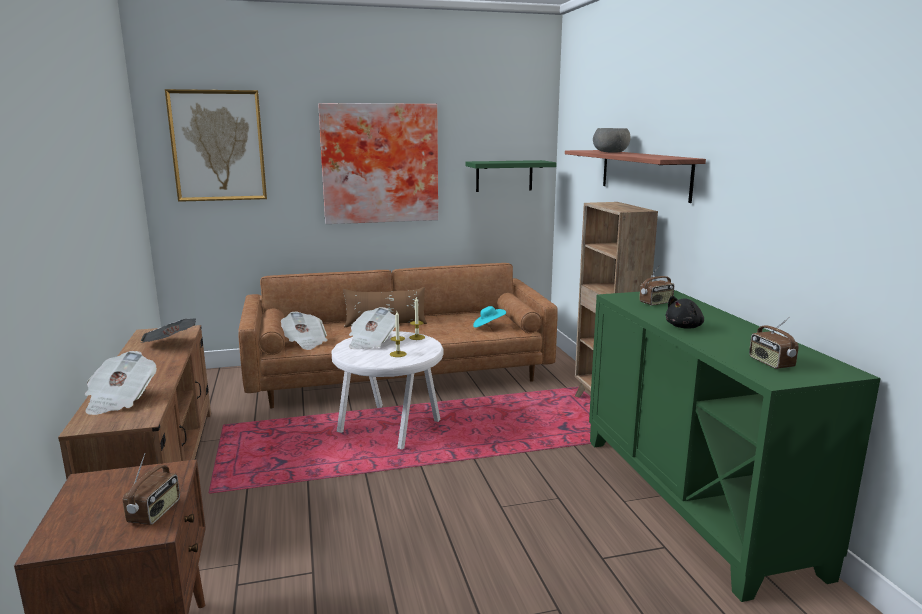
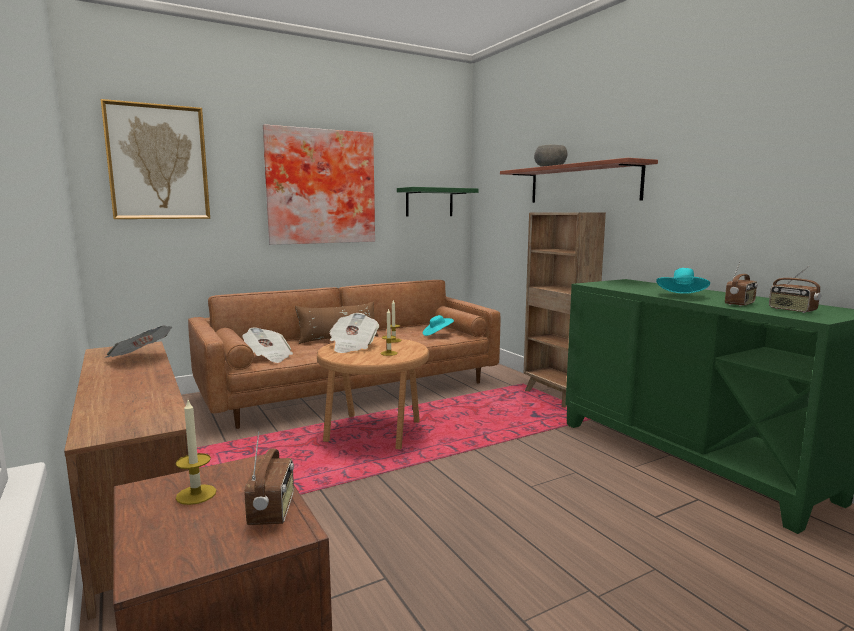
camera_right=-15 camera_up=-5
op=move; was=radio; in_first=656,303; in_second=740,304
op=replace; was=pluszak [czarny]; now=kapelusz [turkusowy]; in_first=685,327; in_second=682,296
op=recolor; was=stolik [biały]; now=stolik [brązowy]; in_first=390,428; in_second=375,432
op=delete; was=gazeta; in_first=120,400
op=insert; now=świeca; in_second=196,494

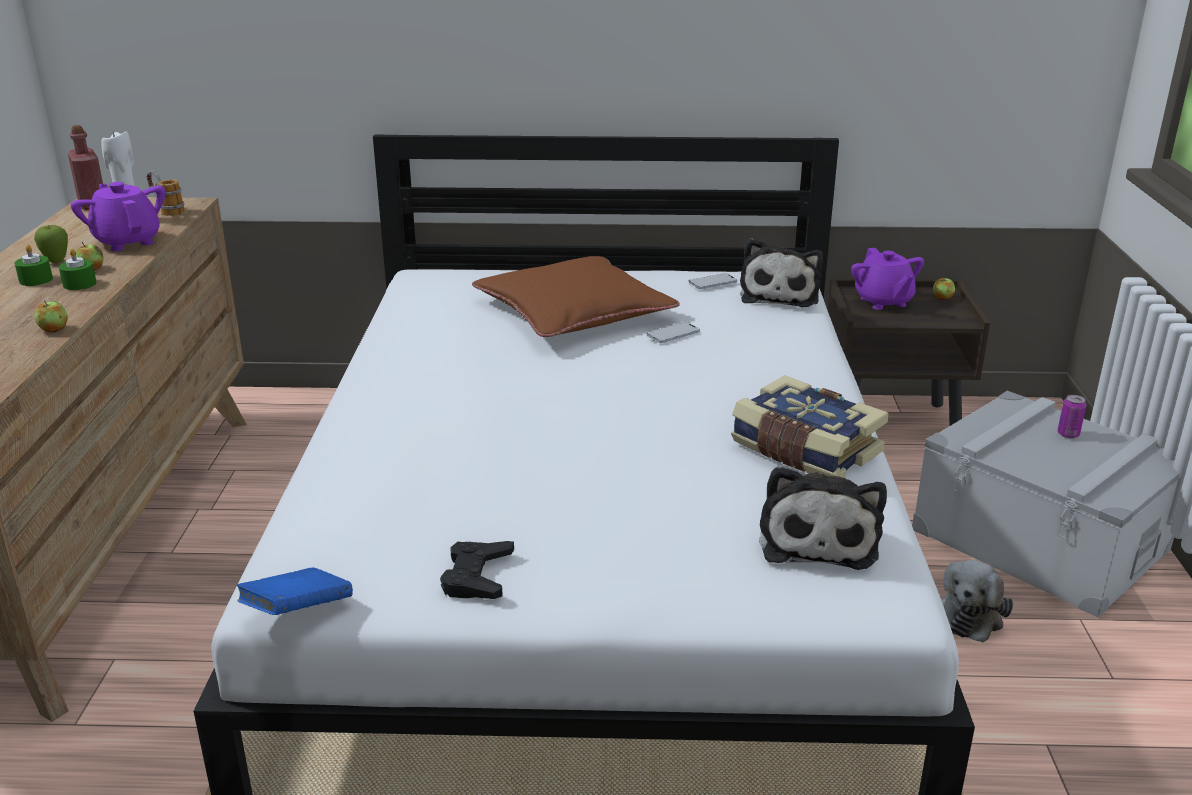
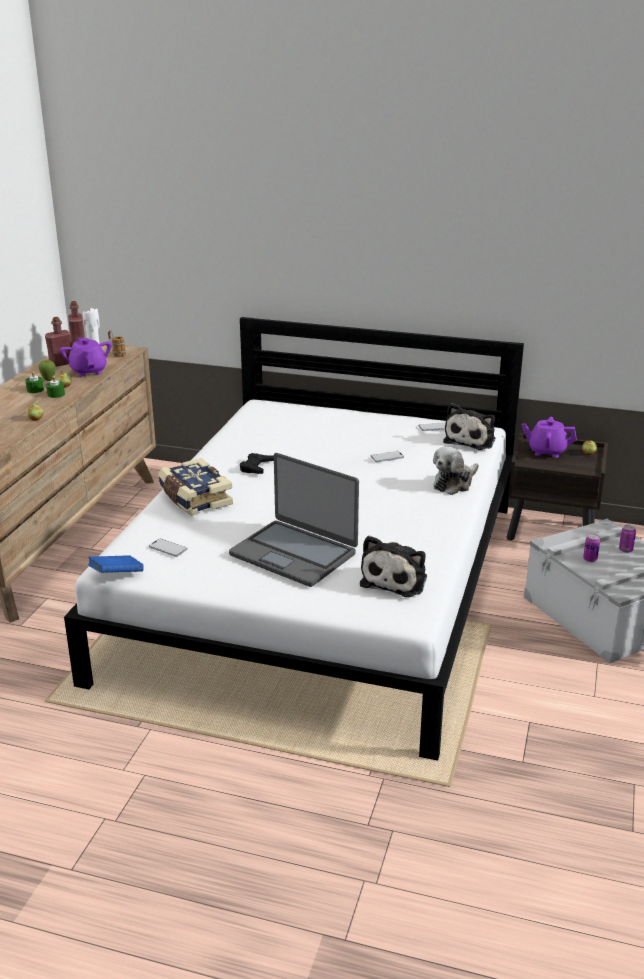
camera_right=15 camera_up=0
op=rotate; was=imbryk [fioletowy]; in_first=883,301; in_second=546,451; clockwise=105
op=delete; was=poduszka [brązowy]; in_first=574,312
op=move; was=książka; in_first=804,451; in_second=194,499
op=move; was=pad do gier [czarny]; in_first=477,577; in_second=256,467
op=move; was=pluszak; in_first=970,614; in_second=454,483
op=insert; now=butelka [czerwony]; in_second=61,363
op=insert; now=laptop; in_second=294,553
op=insert; now=puszka; in_second=590,559
op=insert; now=telefon; in_second=168,548

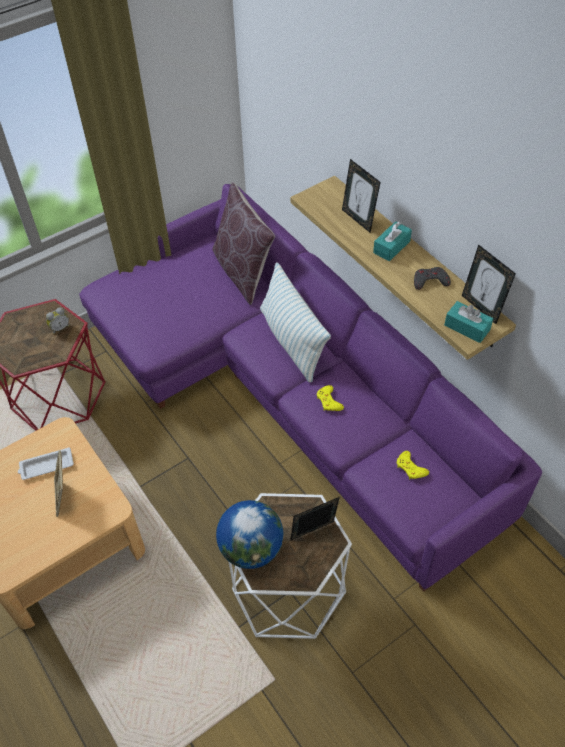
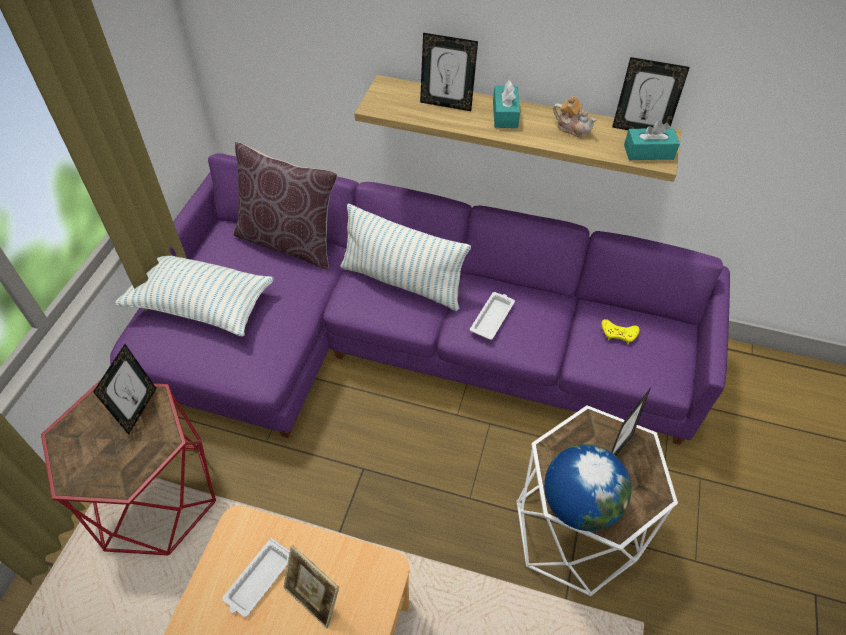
camera_right=-40 camera_up=0
op=replace; was=pad do gier [szary]; now=imbryk; in_first=430,281; in_second=572,128
op=replace; was=budzik; now=ramka na zdjęcie; in_first=60,328; in_second=138,409
op=replace; was=pad do gier [żółty]; now=taca [biały]; in_first=329,401; in_second=492,317
op=insert; now=poduszka; in_second=201,304

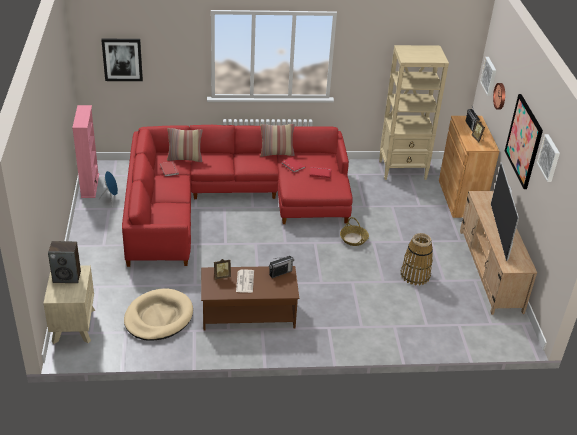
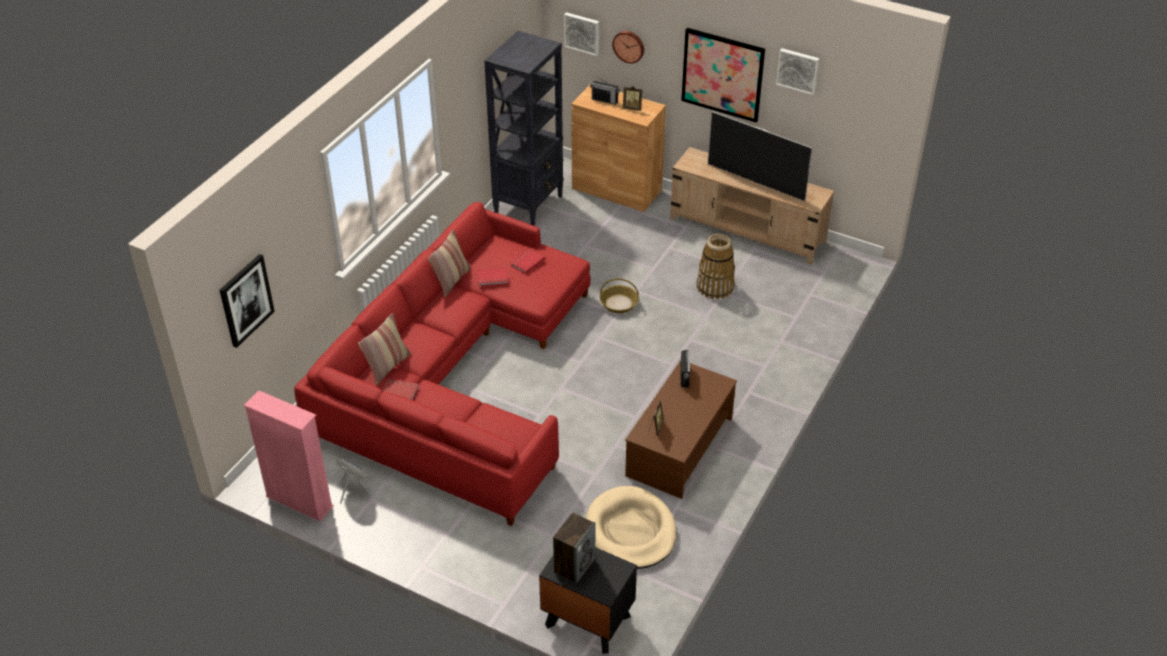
camera_right=-55 camera_up=5
op=recolor; was=regał [beżowy]; now=regał [czarny]; in_first=403,170; in_second=529,205
op=recolor; was=szafka nocna [beżowy]; now=szafka nocna [czarny]; in_first=73,325; in_second=587,620
op=delete; was=gazeta; in_first=244,281

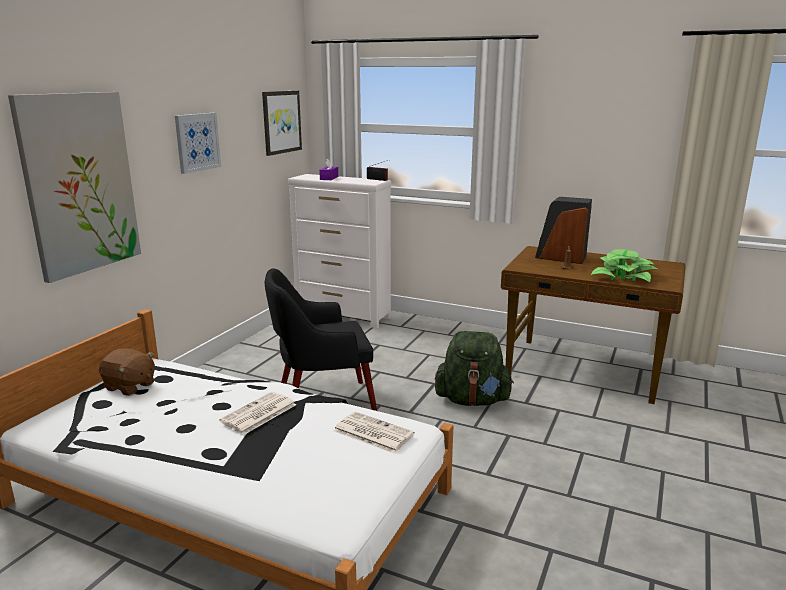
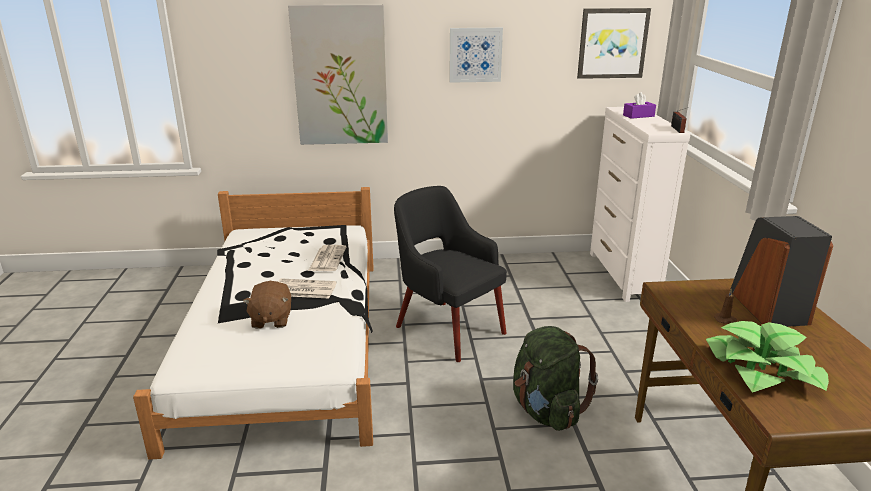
camera_right=60 camera_up=5
op=move; was=pluszak [brązowy]; in_first=130,386; in_second=271,320
op=move; was=gazeta; in_first=372,433; in_second=327,258

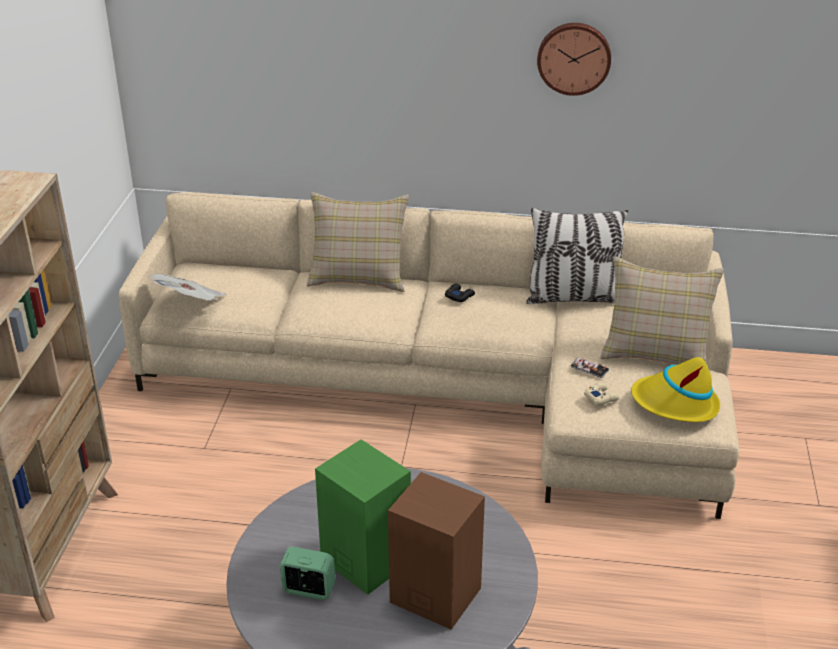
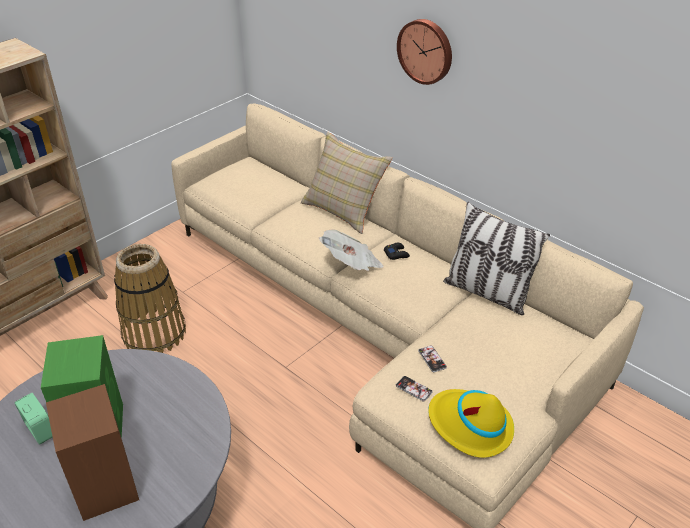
camera_right=35 camera_up=5
op=move; was=zegar ścienny; in_first=574,57; in_second=426,51
op=delete; was=poduszka [beżowy]; in_first=656,351
op=move; was=gazeta; in_first=191,303; in_second=351,264
op=replace; was=pad do gier [beżowy]; now=telefon; in_first=601,397; in_second=413,389
op=insert; now=koszyk; in_second=155,333

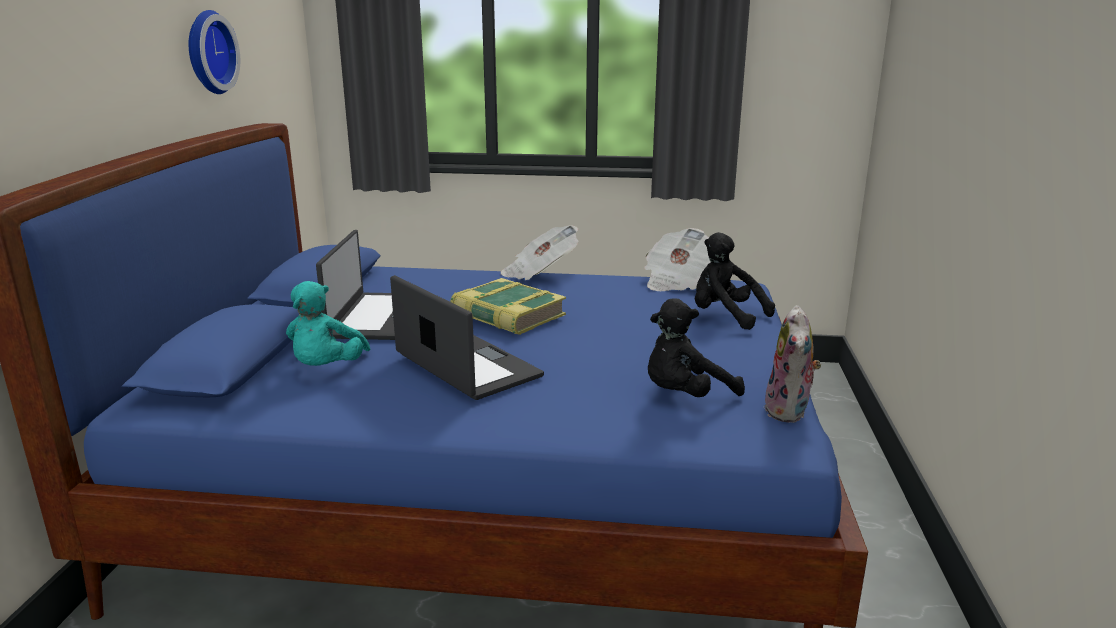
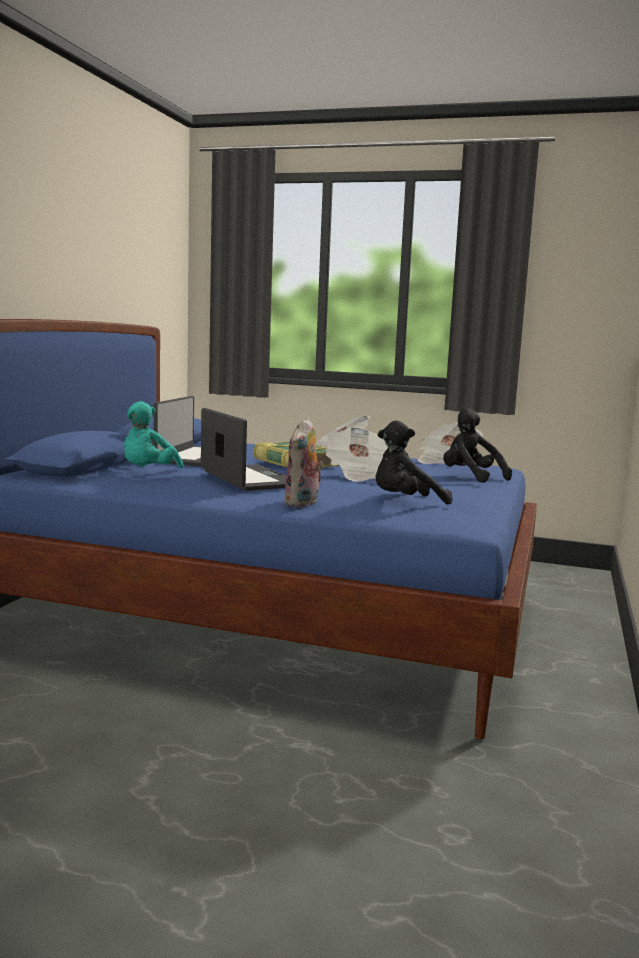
camera_right=10 camera_up=-10
op=delete; was=zegar ścienny; in_first=207,52
op=move; was=pluszak; in_first=789,411; in_second=303,503
op=insert; now=gazeta; in_second=359,474

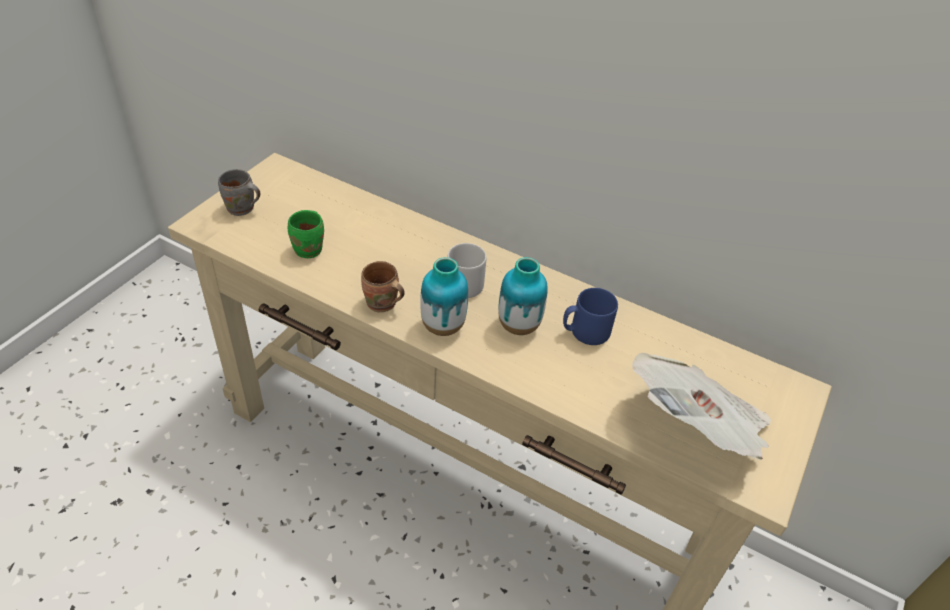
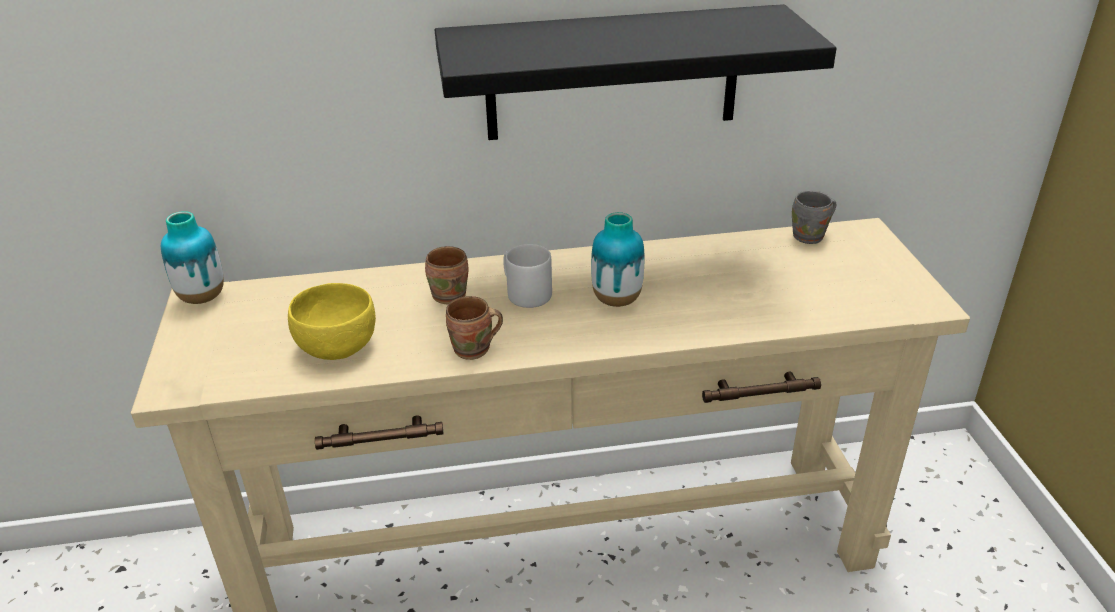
camera_right=-35 camera_up=-10
op=move; was=kubek [szary]; in_first=241,210; in_second=811,237
op=replace; was=kubek [zielony]; now=miska [żółty]; in_first=310,249; in_second=336,345
op=move; was=wazon; in_first=443,326; in_second=202,297
op=delete; was=kubek [niebieski]; in_first=585,332
op=delete; was=gazeta; in_first=697,428
op=insert; now=półka [czarny]; in_second=612,73
op=insert; now=kubek [brązowy]; in_second=451,295

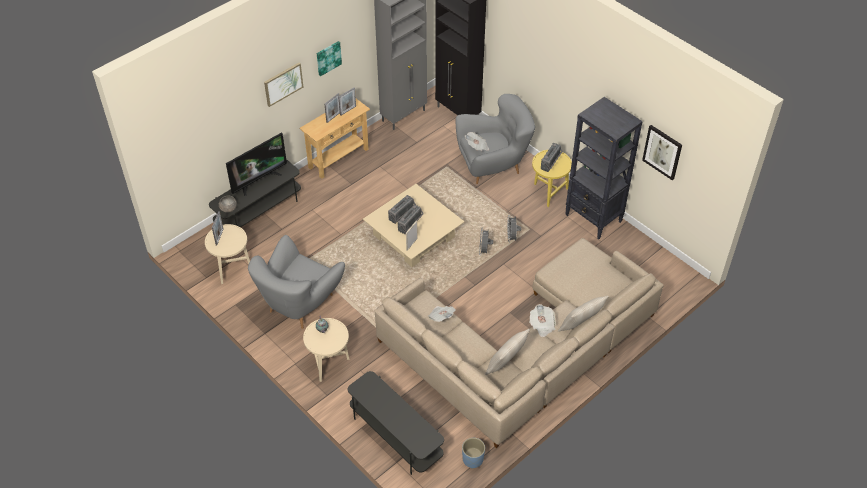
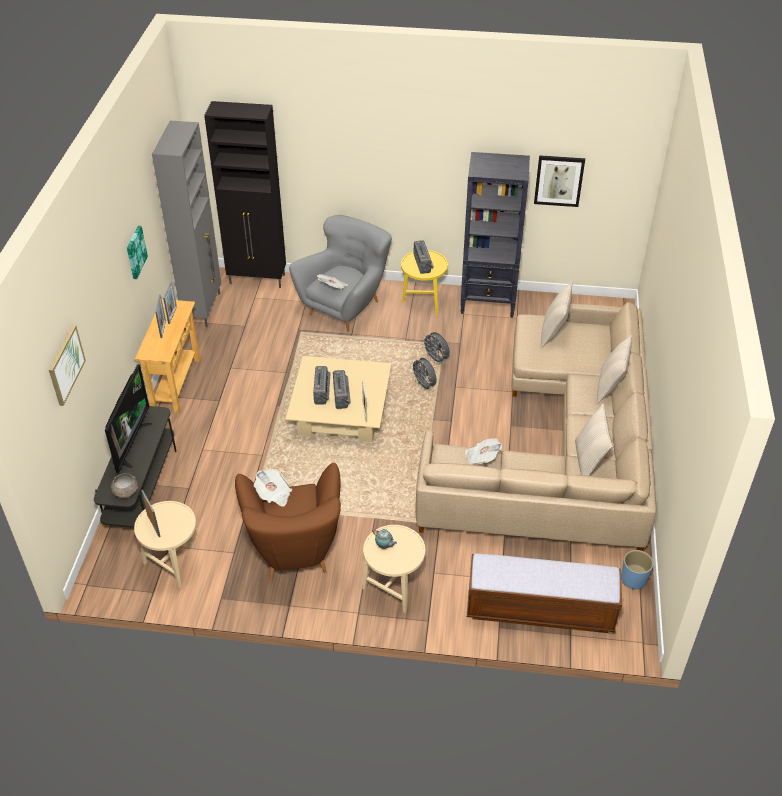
camera_right=-40 camera_up=-5
op=move; was=obraz; in_first=283,84; in_second=66,365
op=recolor; was=fotel [szary]; now=fotel [brązowy]; in_first=299,304; in_second=295,550
op=move; was=gazeta; in_first=542,325; in_second=274,494
op=replace; was=szafka pod telewizor [szary]; now=ławka; in_first=395,435; in_second=539,610
op=insert; now=poduszka [beżowy]; in_second=554,333

